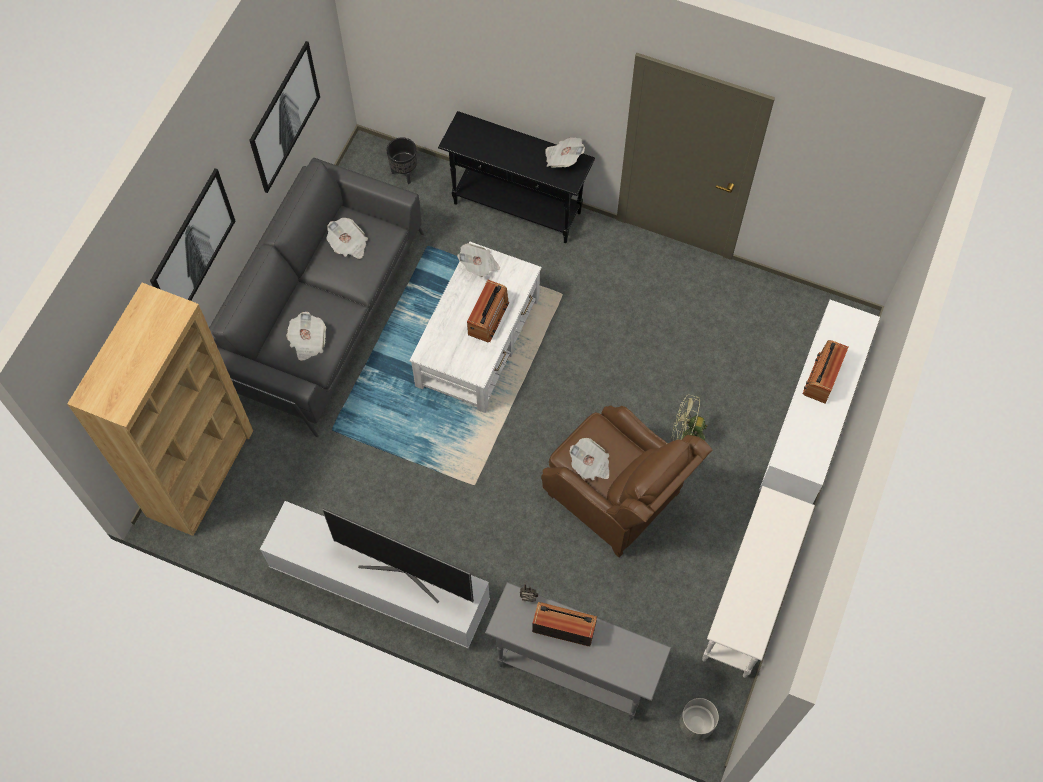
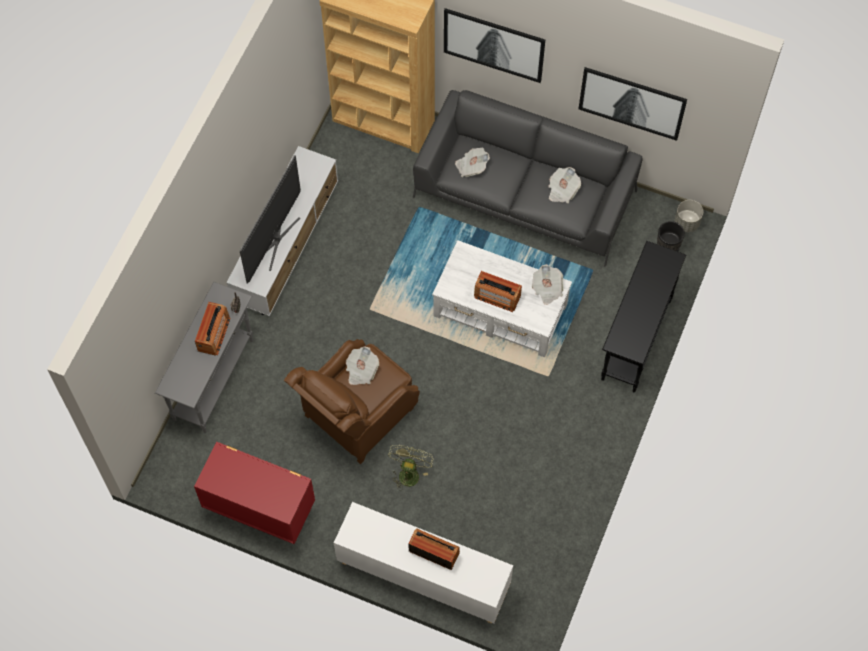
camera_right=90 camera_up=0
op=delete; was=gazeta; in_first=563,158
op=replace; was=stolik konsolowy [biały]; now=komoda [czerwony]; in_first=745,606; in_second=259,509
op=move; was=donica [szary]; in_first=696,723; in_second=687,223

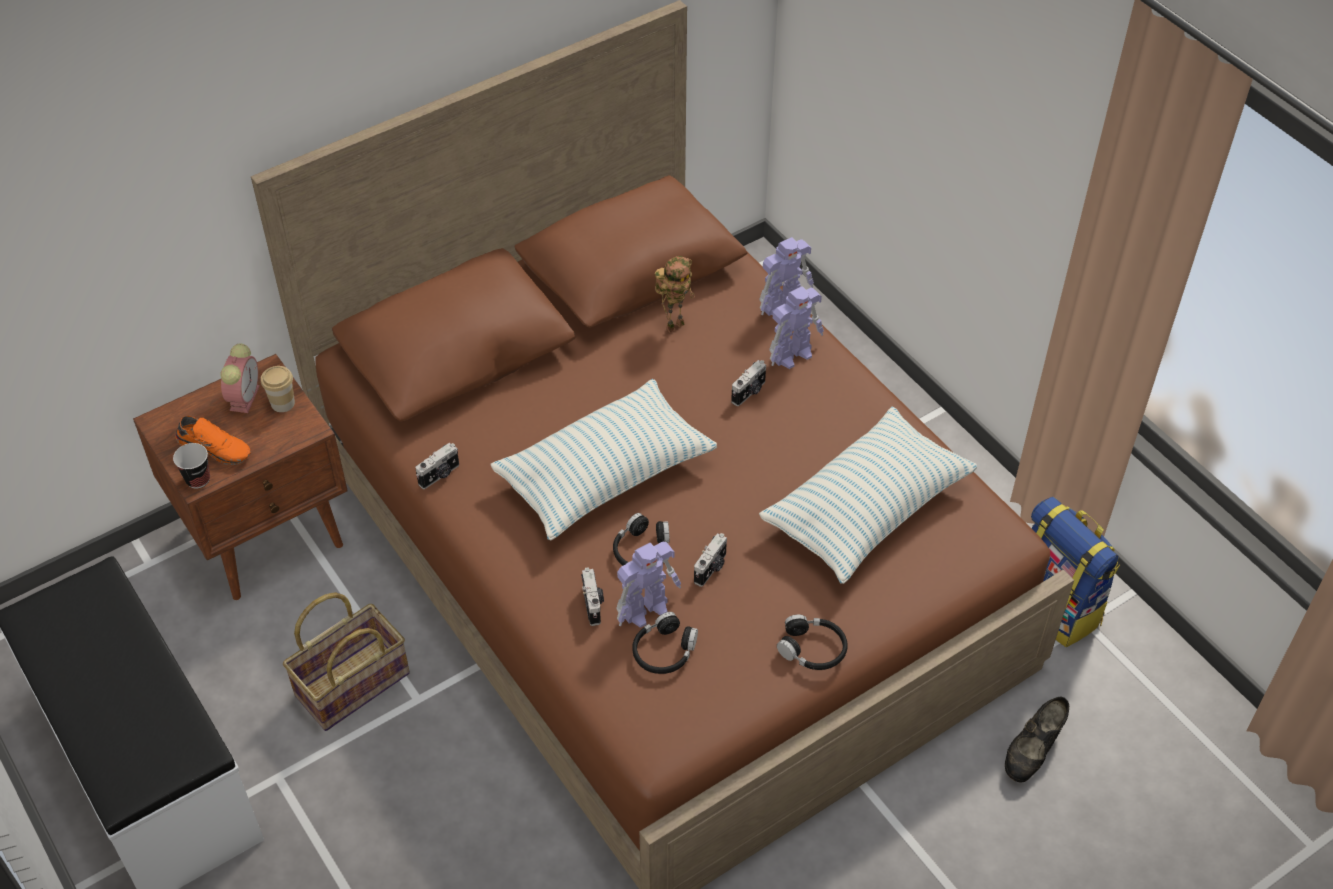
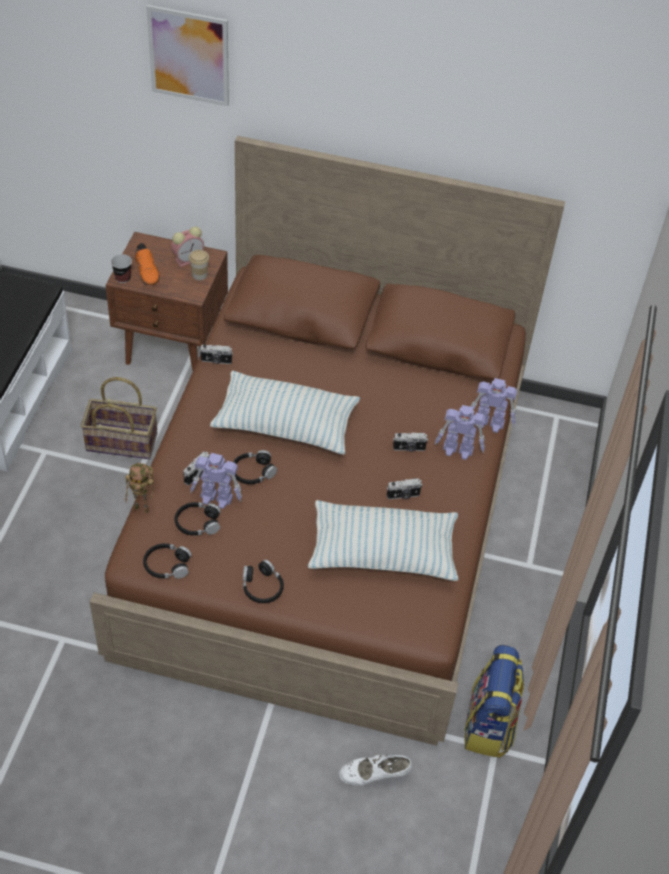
camera_right=45 camera_up=0
op=move; was=robot zabawkowy; in_first=675,324; in_second=143,508
op=move; was=aparat fotograficzny; in_first=711,568; in_second=403,496
op=recolor; was=but [czarny]; now=but [biały]; in_first=1032,751; in_second=374,776
op=insert; now=obraz; in_second=189,56
op=insert; now=słuchawki [czarny]; in_second=167,565

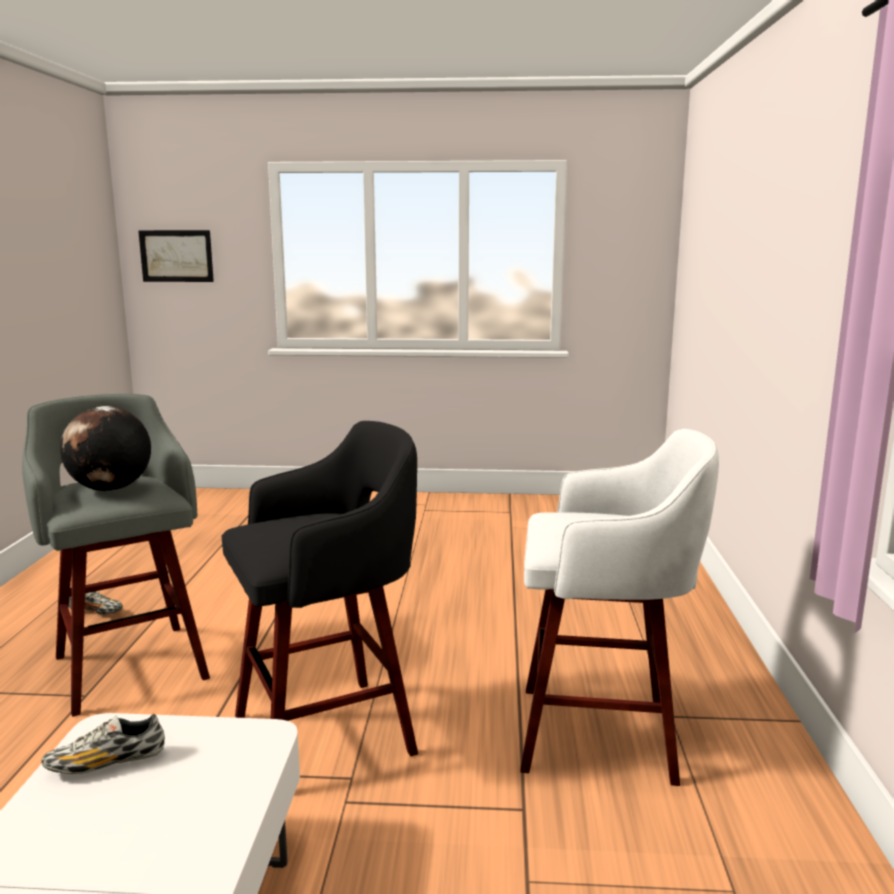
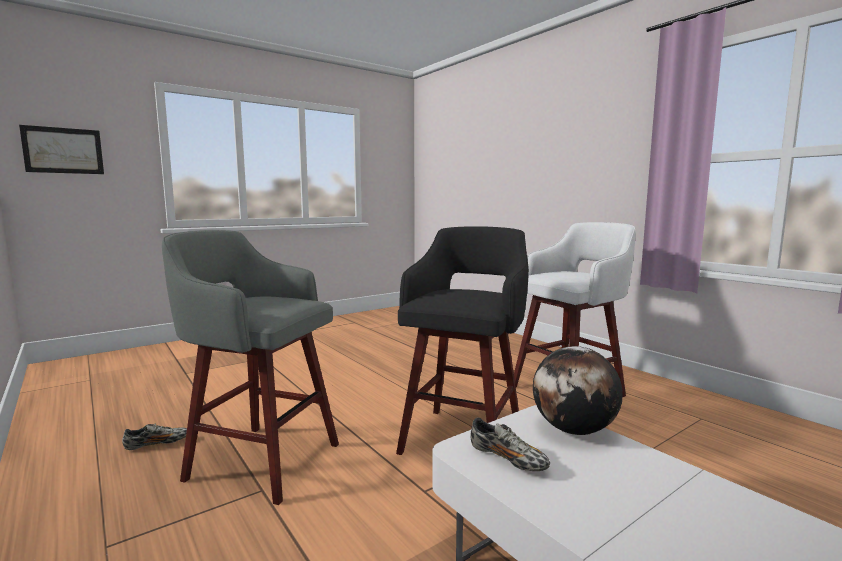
camera_right=-40 camera_up=-5
op=move; was=globus; in_first=110,489; in_second=574,430
op=rotate; was=but; in_first=106,764; in_second=508,460; clockwise=-75

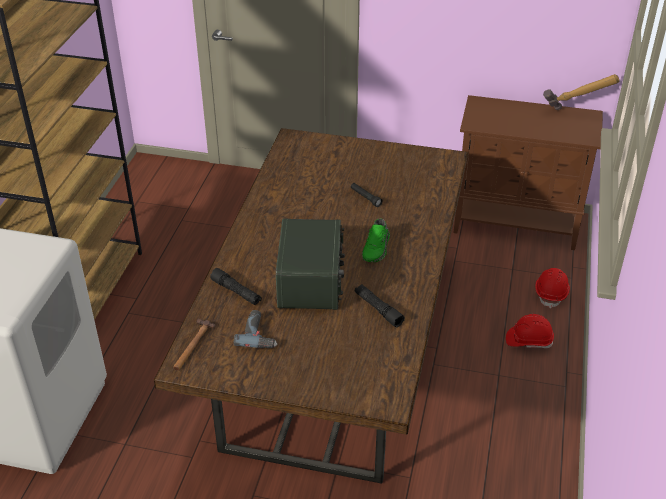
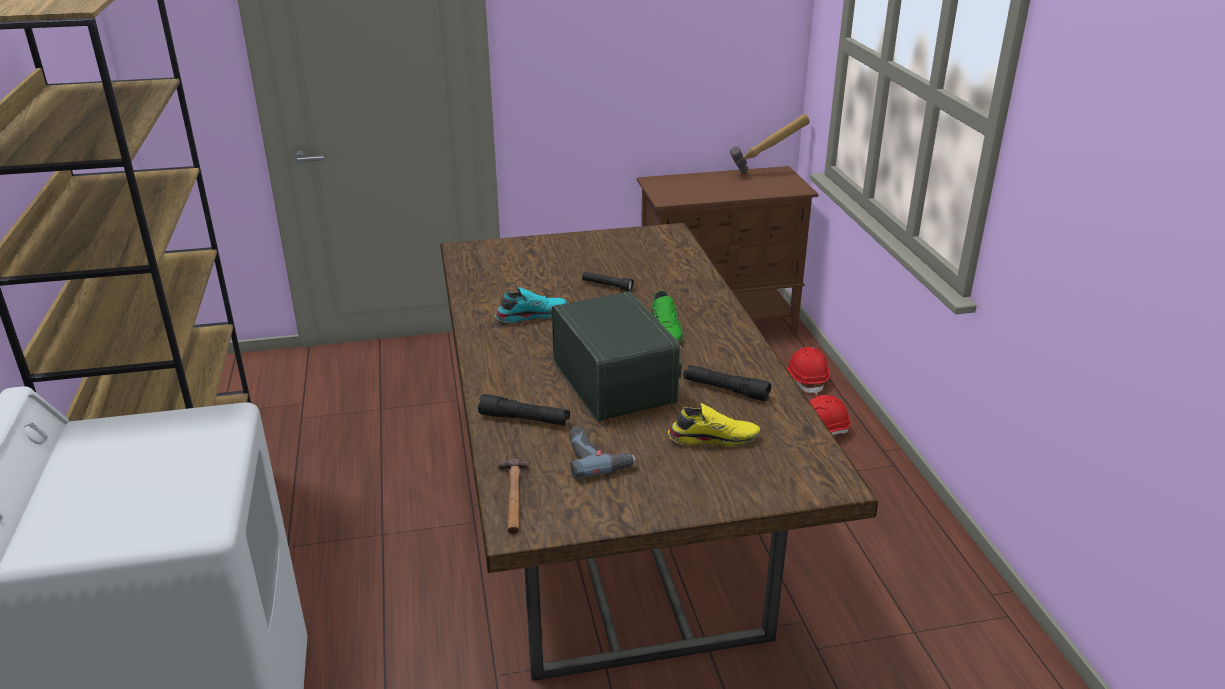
camera_right=-25 camera_up=-10
op=insert; now=but [turkusowy]; in_second=531,315
op=insert; now=but [żółty]; in_second=713,437

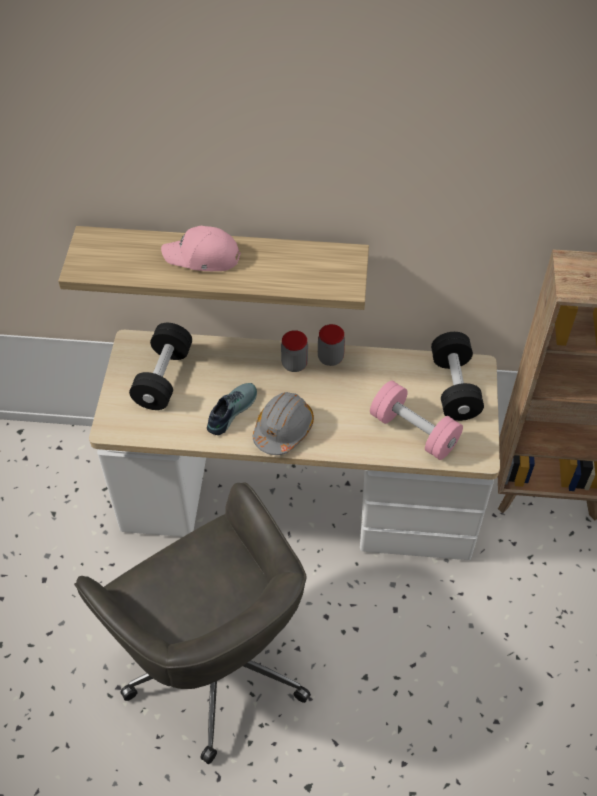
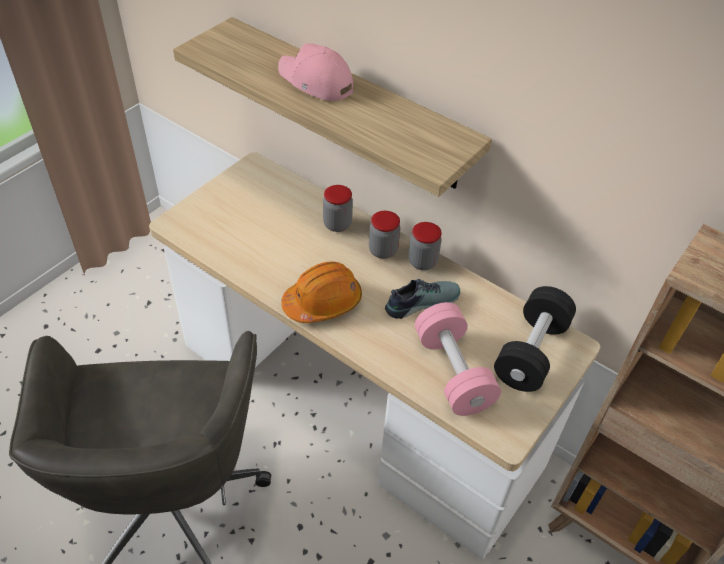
camera_right=30 camera_up=-5
op=delete; was=hantel [czarny]; in_first=163,378
op=move; was=but; in_first=230,410; in_second=421,301
op=recolor; was=kask [szary]; now=kask [pomarańczowy]; in_first=283,429; in_second=323,302
op=insert; now=słoik; in_second=337,224

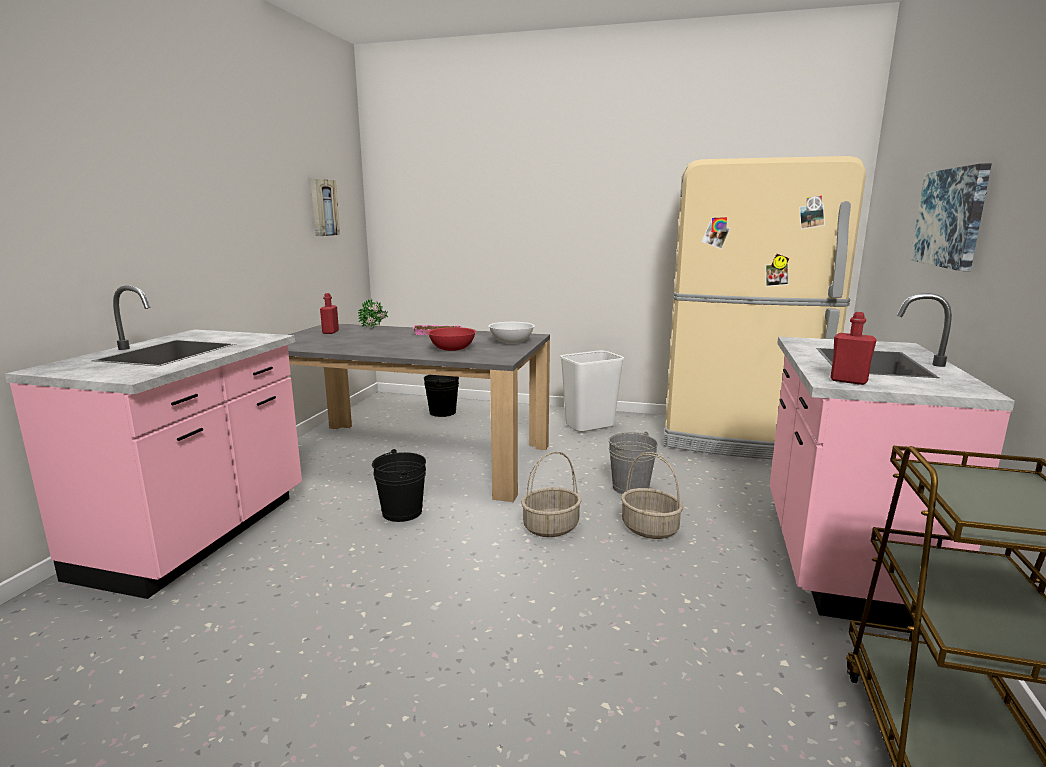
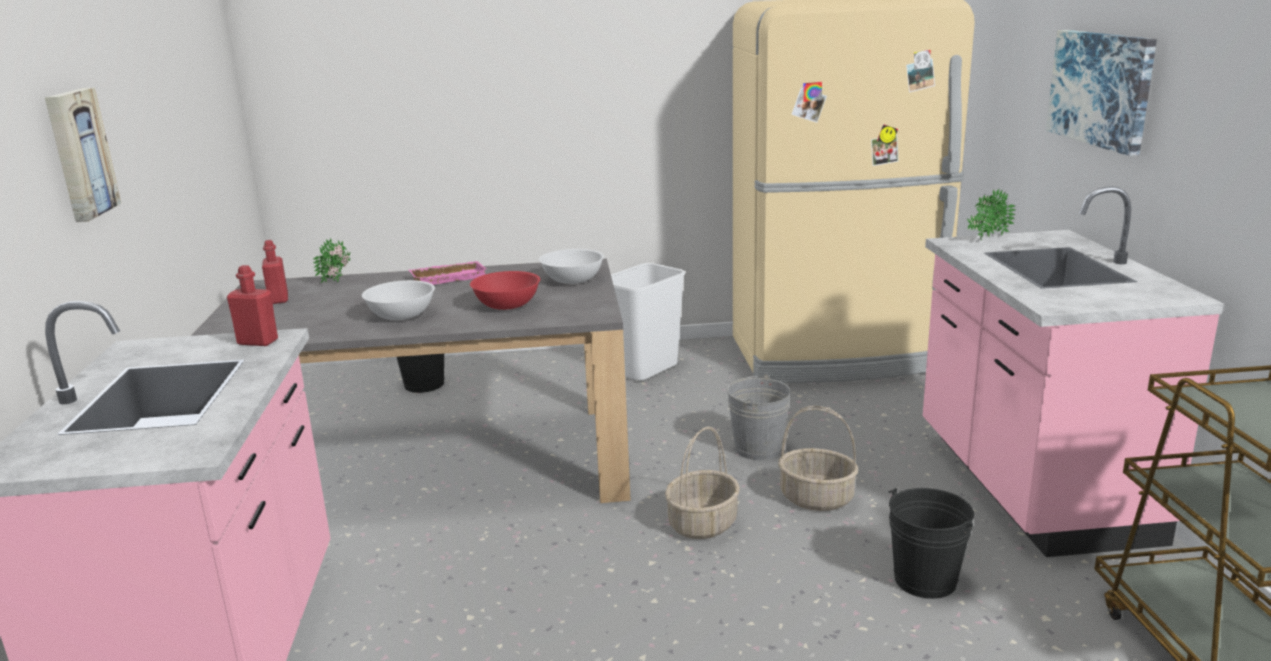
camera_right=-20 camera_up=5
op=move; was=obraz; in_first=323,207; in_second=79,154
op=move; was=butelka [czerwony]; in_first=848,381; in_second=258,342
op=move; was=wiadro [czarny]; in_first=402,512; in_second=924,580
op=insert; now=roślina doniczkowa; in_second=986,238
op=insert; now=miska [biały]; in_second=401,315

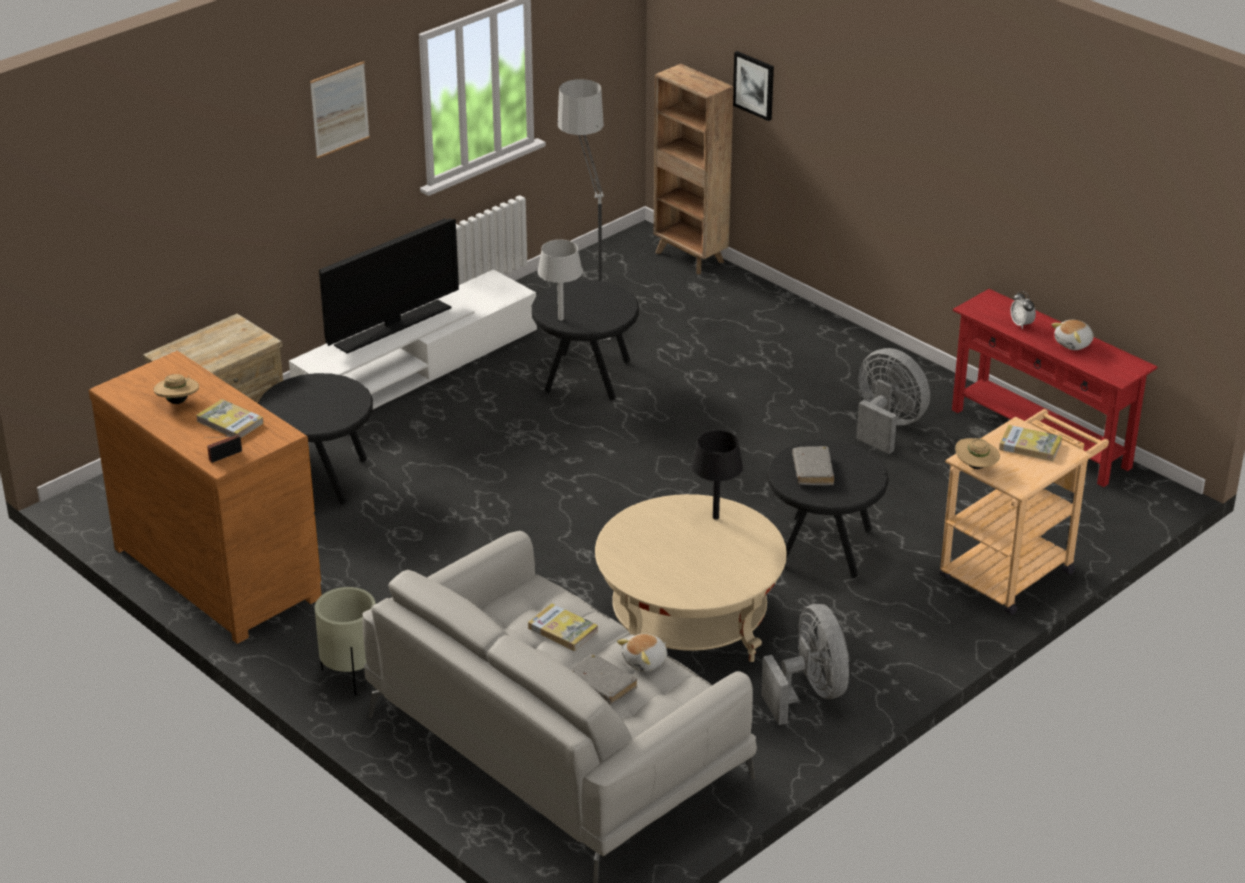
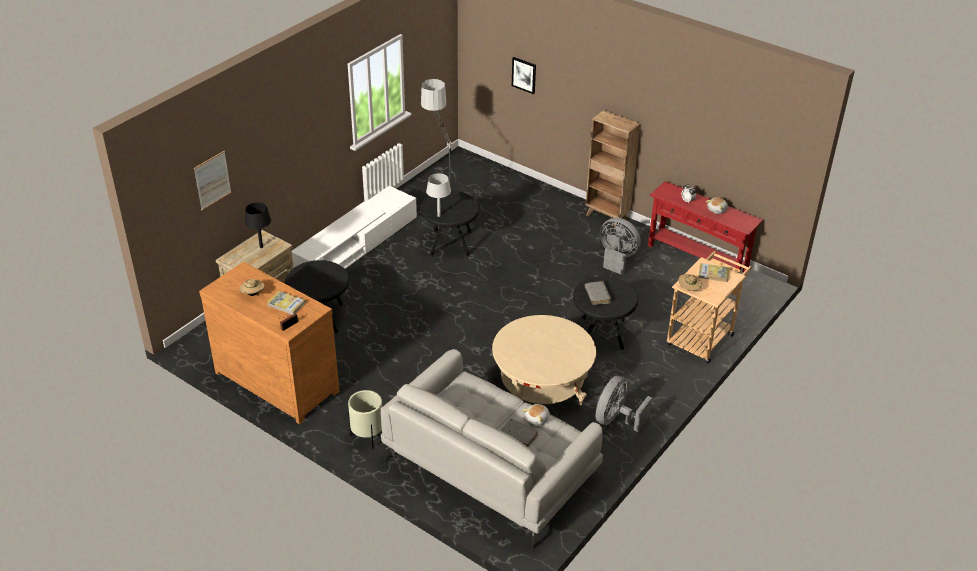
camera_right=-10 camera_up=5
op=move; was=obraz; in_first=339,109; in_second=212,180
op=move; was=regał [brązowy]; in_first=690,258; in_second=607,217
op=delete; was=telewizor; in_first=393,326
op=move; was=lampa stołowa [czarny]; in_first=715,517; in_second=261,247
op=delete; was=książka; in_first=563,630
op=rotate; was=wentylator [szary]; in_first=810,693; in_second=616,420; clockwise=-120

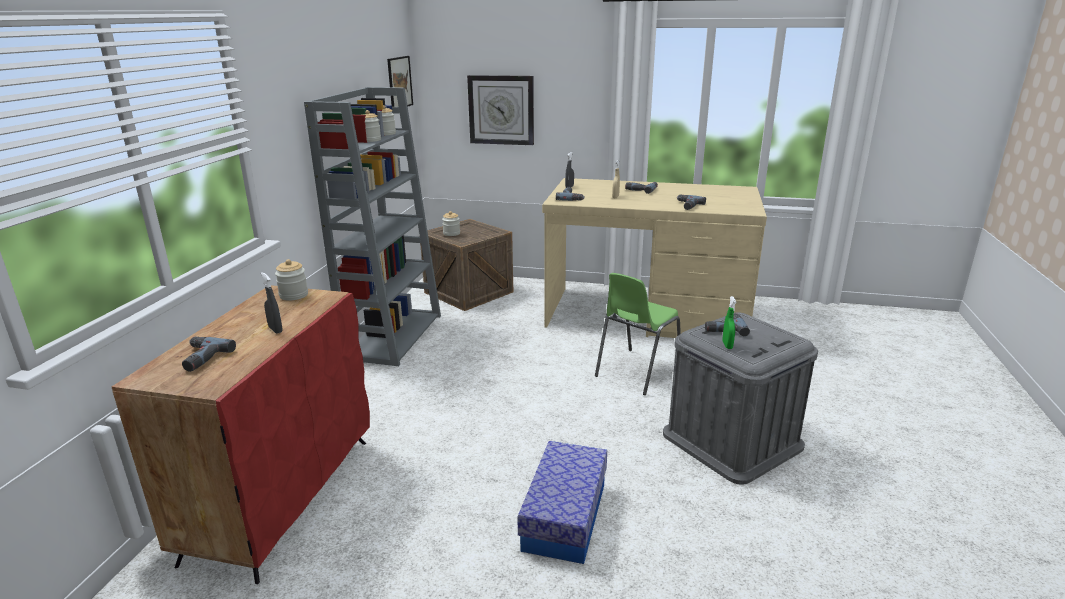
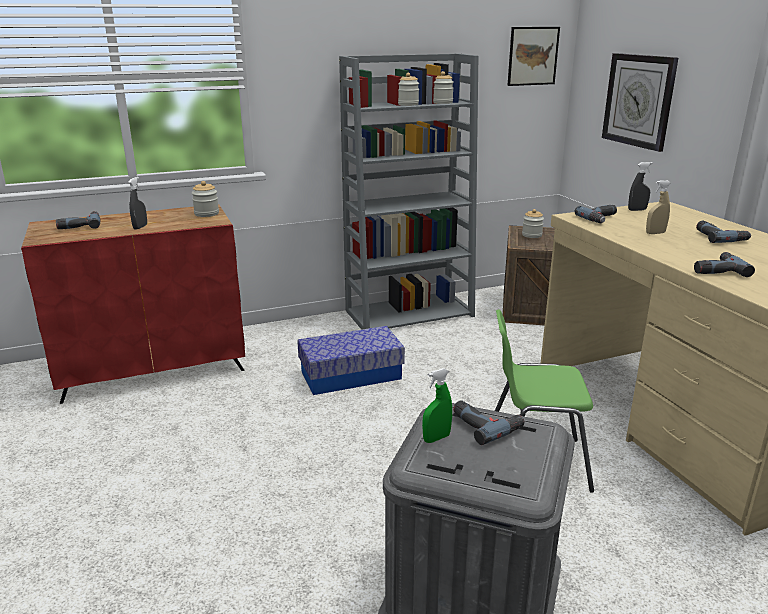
camera_right=55 camera_up=0
op=move; was=pojemnik do przechowywania; in_first=564,516; in_second=351,375

